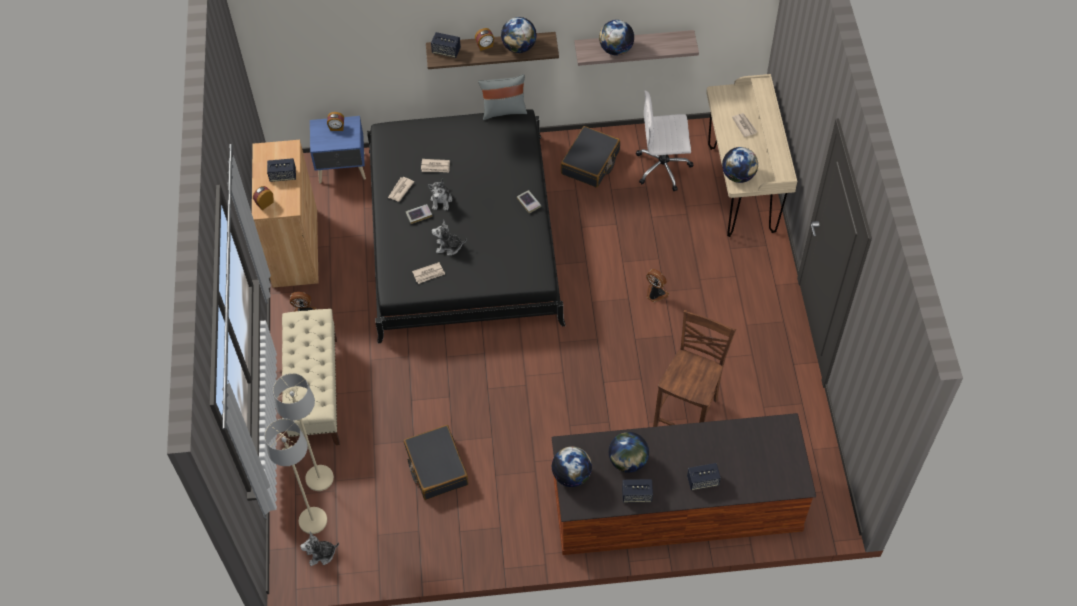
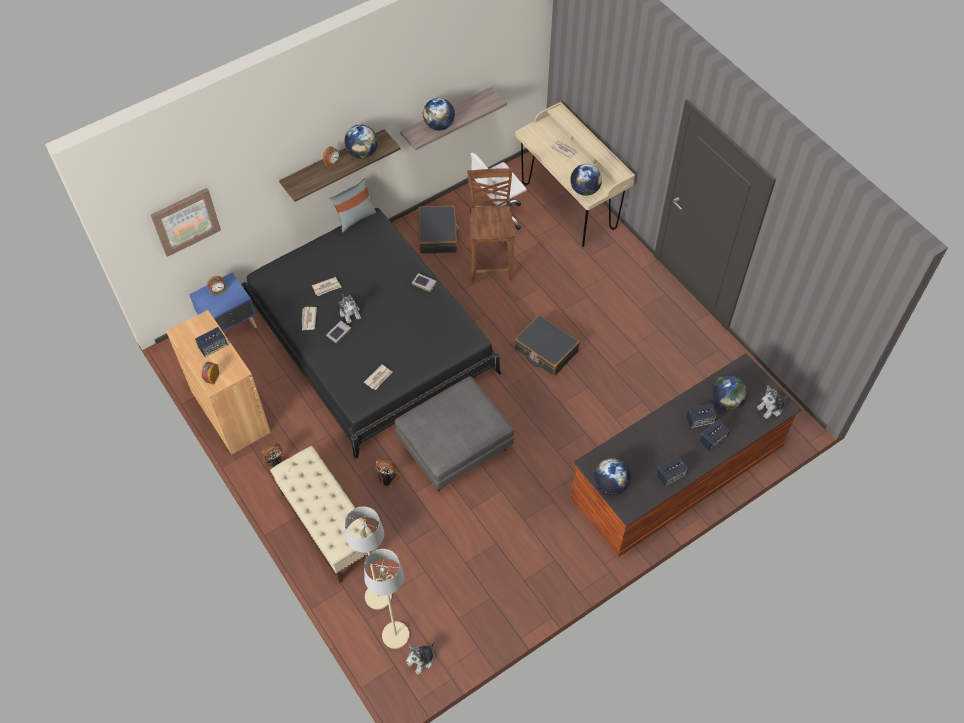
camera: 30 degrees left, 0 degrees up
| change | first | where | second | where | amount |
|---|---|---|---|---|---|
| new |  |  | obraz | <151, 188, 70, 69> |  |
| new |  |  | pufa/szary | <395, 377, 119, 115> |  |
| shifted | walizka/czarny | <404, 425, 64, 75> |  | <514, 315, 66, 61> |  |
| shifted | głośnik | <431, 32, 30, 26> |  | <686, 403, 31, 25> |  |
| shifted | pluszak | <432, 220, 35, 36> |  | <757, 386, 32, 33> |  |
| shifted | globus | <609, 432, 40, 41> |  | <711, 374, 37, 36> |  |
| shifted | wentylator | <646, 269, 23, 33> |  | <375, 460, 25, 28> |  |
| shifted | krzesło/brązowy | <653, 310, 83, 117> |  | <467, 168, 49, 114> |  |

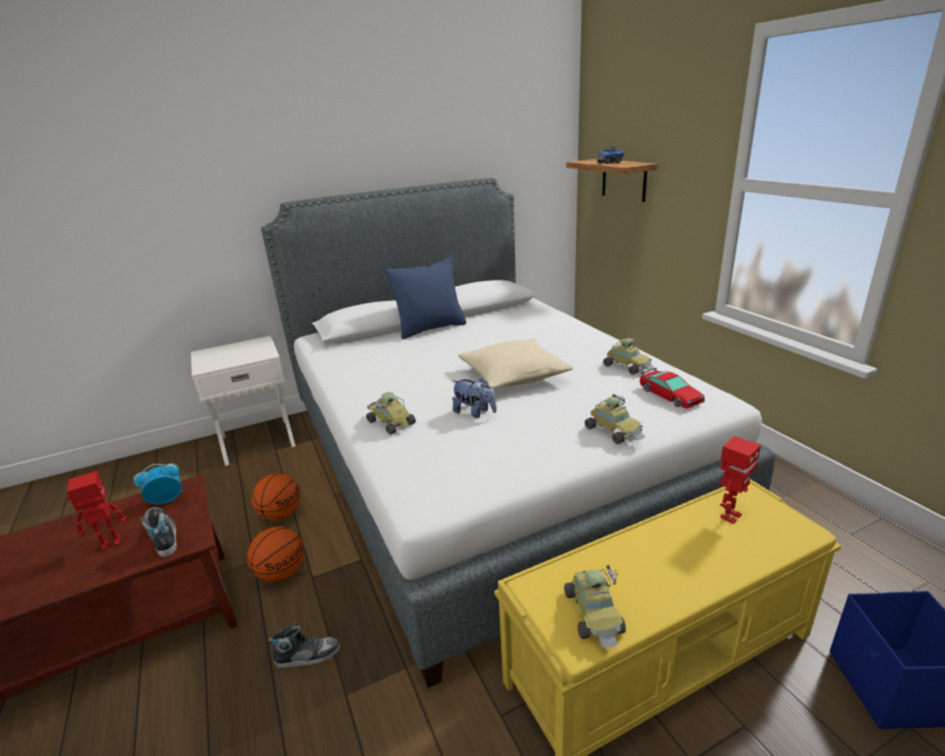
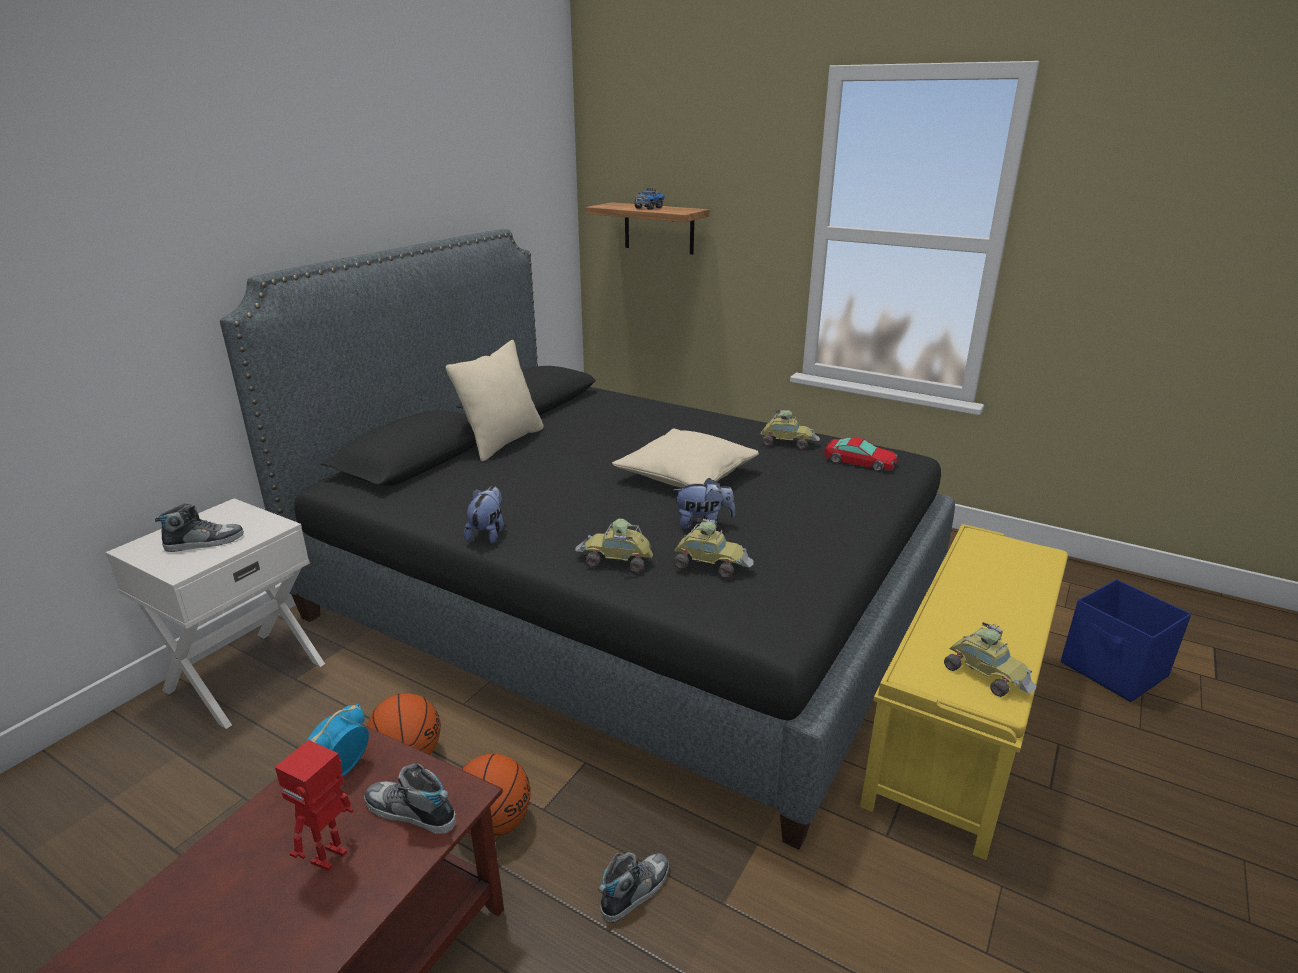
camera: 35 degrees left, 0 degrees up
| change | first | where | second | where | amount |
|---|---|---|---|---|---|
| gone | robot zabawkowy | <720, 436, 41, 88> |  |  |  |
| new |  |  | but | <155, 503, 89, 49> |  |
| new |  |  | pluszak | <464, 486, 40, 58> |  |
| shifted | samochodzik | <585, 394, 60, 50> |  | <674, 517, 80, 61> |  |
| repainted | łóżko/biały | <261, 178, 514, 510> | łóżko/czarny | <220, 229, 735, 621> |  |
| repainted | poduszka/niebieski | <386, 257, 80, 82> | poduszka/beżowy | <446, 340, 98, 122> |  |

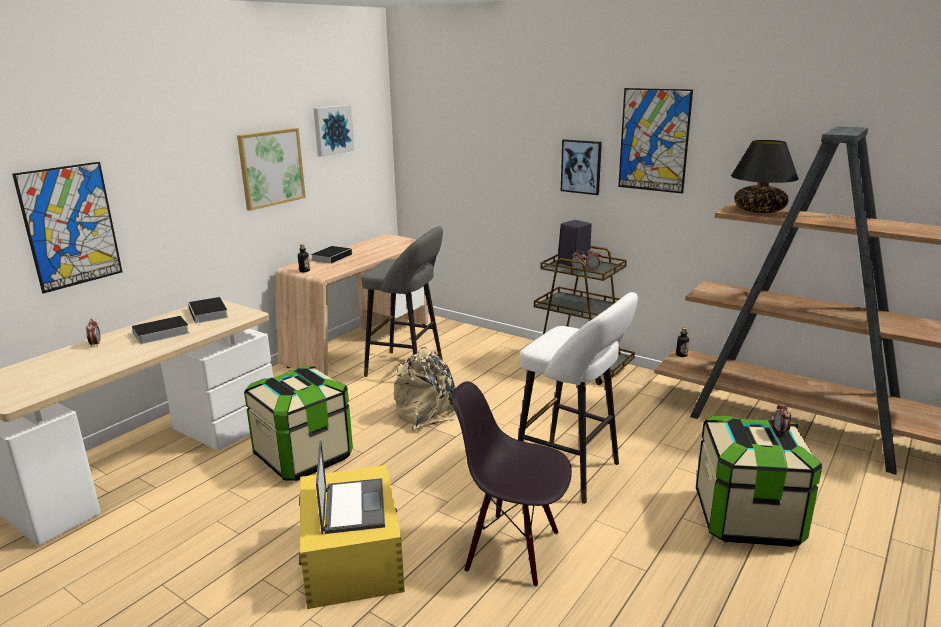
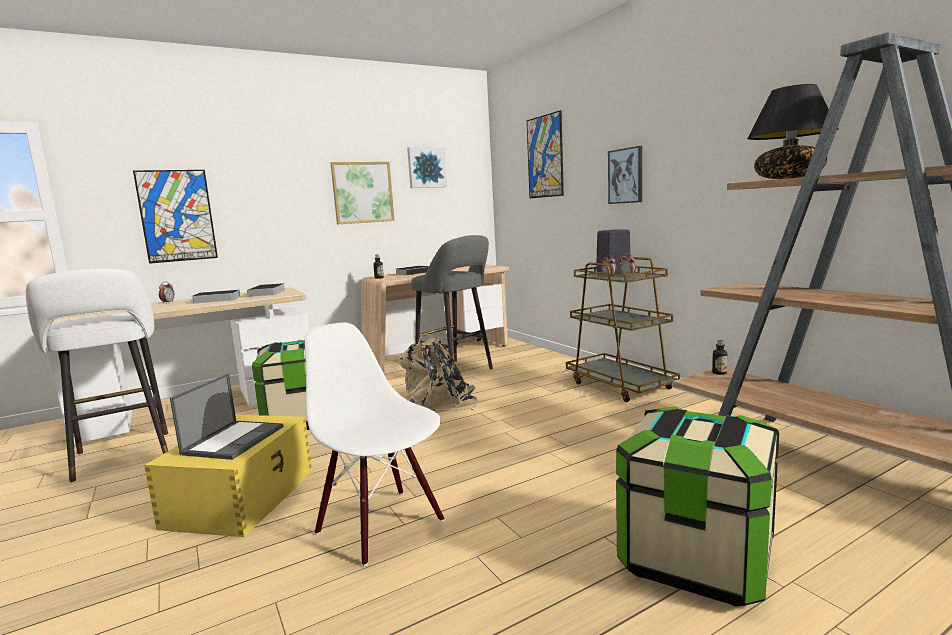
camera: 25 degrees right, 10 degrees down
| change | first | where | second | where | amount |
|---|---|---|---|---|---|
| gone | budzik | <774, 402, 17, 33> |  |  |  |
| shifted | stołek/biały | <518, 292, 120, 212> |  | <26, 269, 142, 213> |  |
| shifted | obraz | <618, 88, 75, 106> |  | <527, 110, 37, 89> |  |
| repainted | krzesło/czarny | <452, 381, 120, 206> | krzesło/biały | <304, 322, 140, 244> |  |

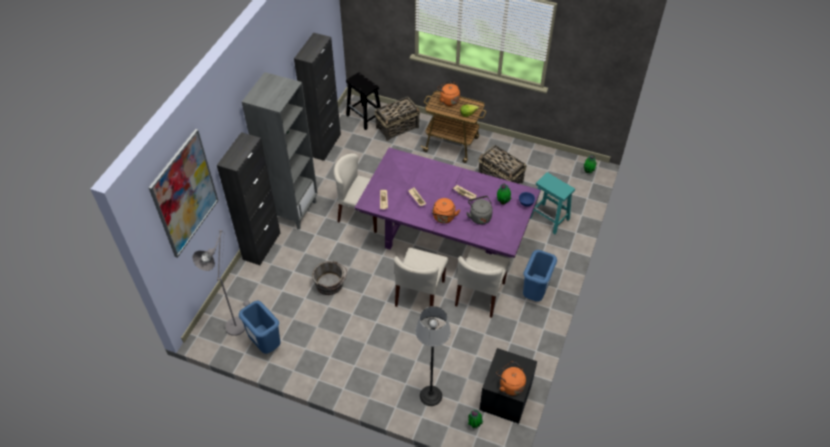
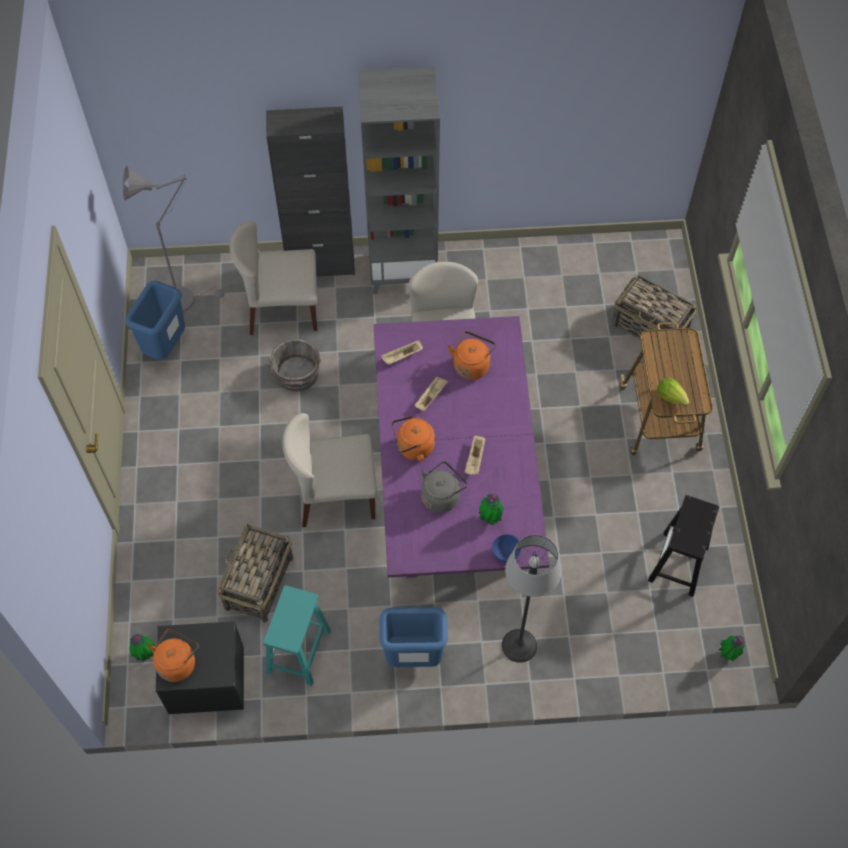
camera: 65 degrees right, 10 degrees up
| change | first | where | second | where | amount |
|---|---|---|---|---|---|
| gone | obraz | <149, 129, 70, 129> |  |  |  |
| gone | szafka/czarny | <294, 33, 47, 128> |  |  |  |
| shifted | stołek/czarny | <346, 72, 35, 58> |  | <648, 495, 71, 102> |  |
| shifted | lampa stojąca | <415, 306, 36, 100> |  | <502, 535, 59, 128> |  |
| shifted | czajnik/pomarańczowy | <437, 81, 23, 25> |  | <448, 331, 48, 49> |  |
| shifted | krzesło/beżowy | <455, 248, 56, 70> |  | <230, 221, 87, 114> |  |
| shifted | koszyk | <478, 145, 49, 39> |  | <217, 524, 76, 99> |  |
| shifted | stołek/turkusowy | <530, 172, 45, 62> |  | <263, 585, 68, 101> |  |

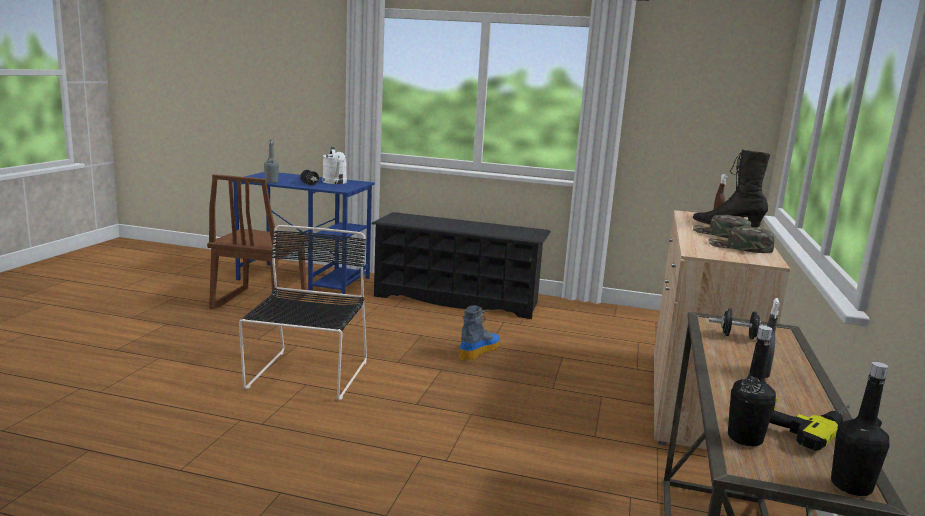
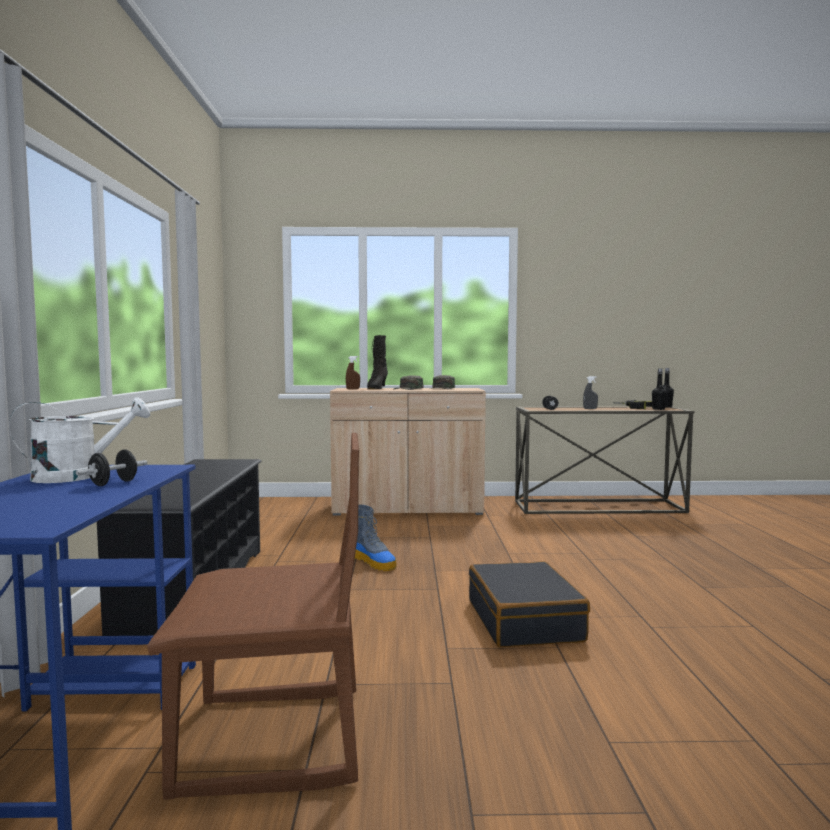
camera: 105 degrees left, 10 degrees down
| change | first | where | second | where | amount |
|---|---|---|---|---|---|
| gone | butelka/szary | <264, 139, 15, 44> |  |  |  |
| swapped | krzesło/czarny | <239, 225, 128, 175> | walizka/czarny | <469, 561, 121, 86> |  |
| rotated | but z cholewką | <459, 305, 41, 56> |  | <355, 504, 42, 67> | 150 degrees counterclockwise |

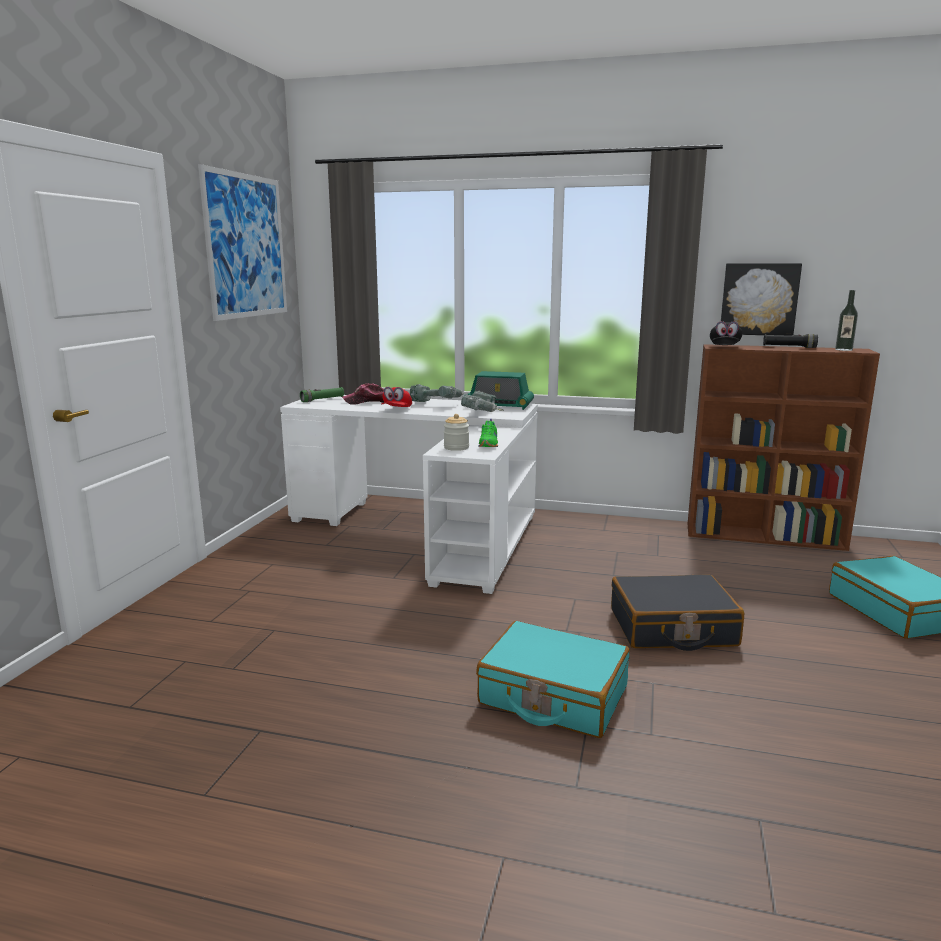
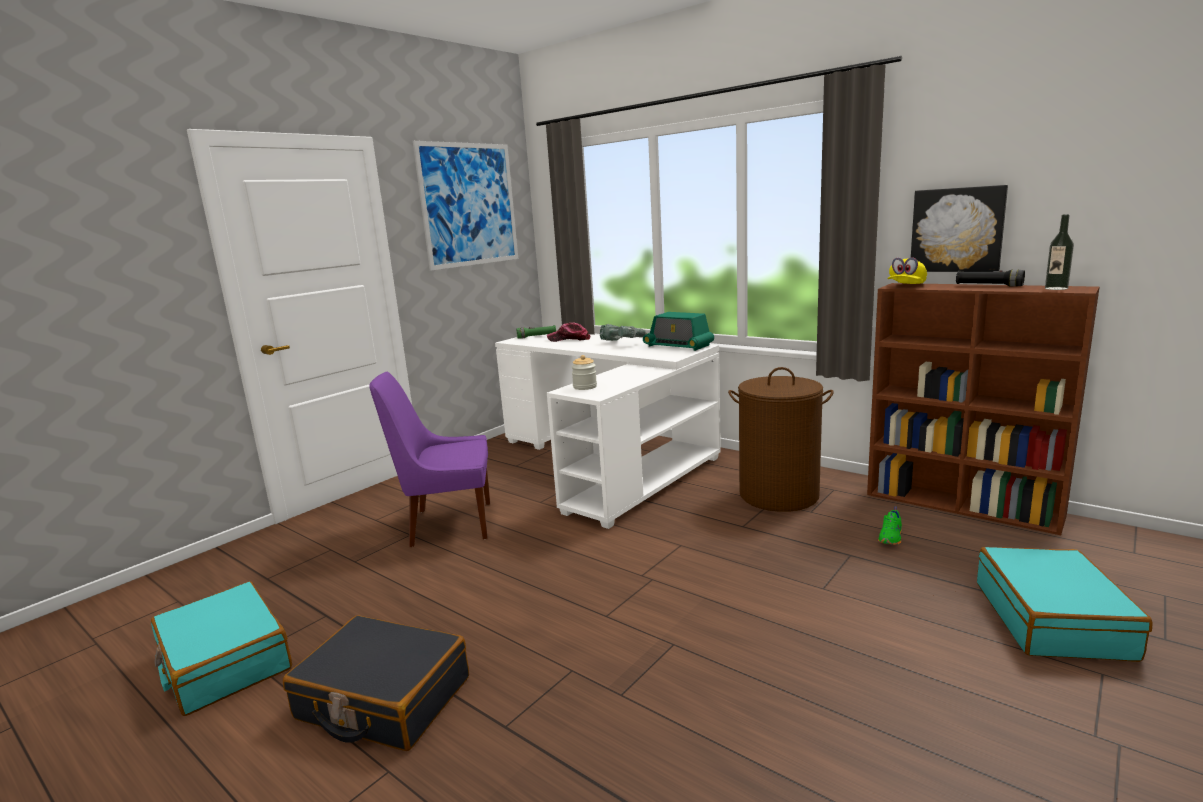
camera: 25 degrees right, 0 degrees up
| change | first | where | second | where | amount |
|---|---|---|---|---|---|
| gone | czapka z daszkiem/czerwony | <381, 387, 31, 20> |  |  |  |
| gone | wiertarka | <461, 391, 43, 21> |  |  |  |
| new |  |  | krzesło/fioletowy | <369, 372, 121, 175> |  |
| new |  |  | kosz na pranie/brązowy | <728, 367, 106, 145> |  |
| shifted | walizka/turkusowy | <476, 621, 154, 117> |  | <151, 581, 141, 135> |  |
| shifted | but/zielony | <478, 419, 20, 28> |  | <878, 507, 24, 38> |  |
| shifted | walizka/czarny | <611, 575, 133, 76> |  | <283, 615, 186, 136> |  |
| repainted | czapka z daszkiem/czarny | <710, 321, 32, 24> | czapka z daszkiem/żółty | <887, 257, 40, 27> |  |

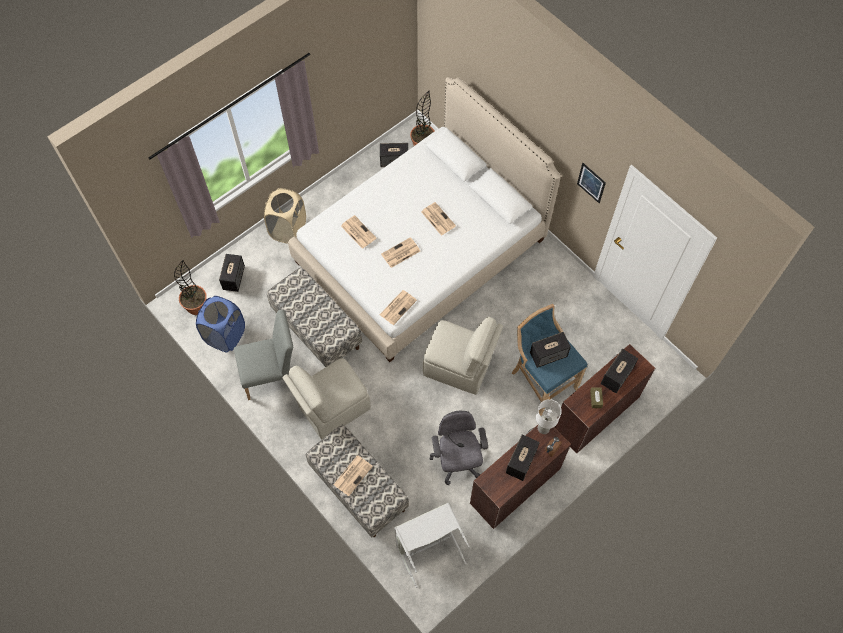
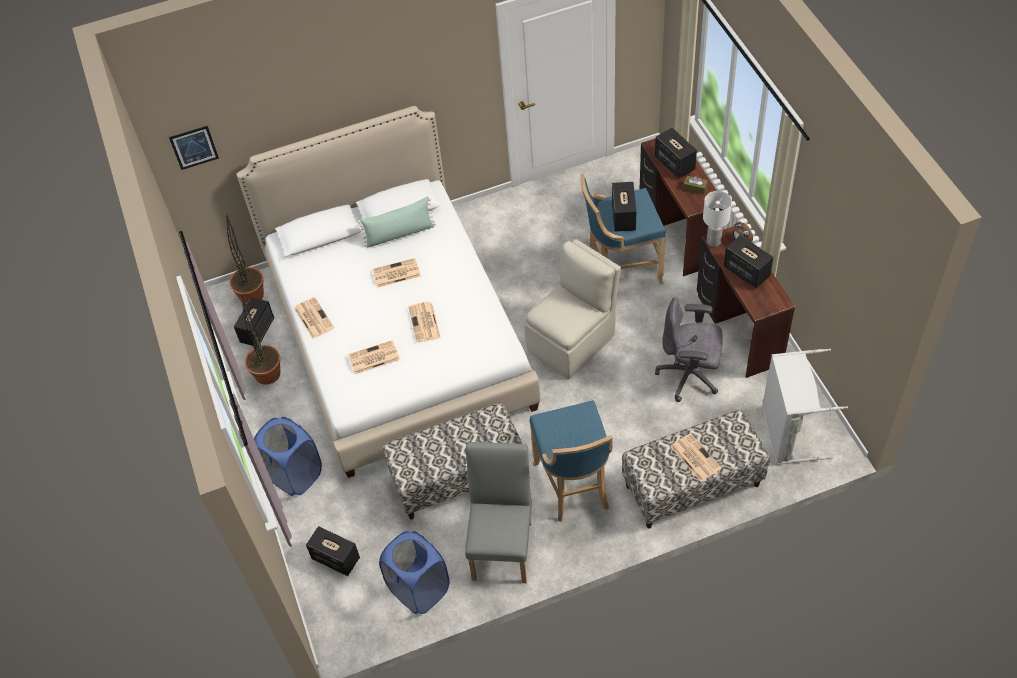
camera: 65 degrees left, 10 degrees down
| change | first | where | second | where | amount |
|---|---|---|---|---|---|
| new |  |  | poduszka/zielony | <358, 197, 78, 50> |  |
| shifted | roślina doniczkowa | <174, 260, 33, 55> |  | <242, 295, 38, 90> |  |
| shifted | gazeta | <379, 290, 38, 35> |  | <294, 297, 40, 42> |  |
| shifted | obraz | <577, 163, 29, 40> |  | <169, 126, 50, 44> |  |
| swapped | krzesło/beżowy | <282, 358, 89, 81> | stołek/niebieski | <530, 400, 83, 122> |  |
| repainted | kosz na pranie/beżowy | <264, 188, 42, 56> | kosz na pranie/niebieski | <254, 417, 68, 79> |  |

